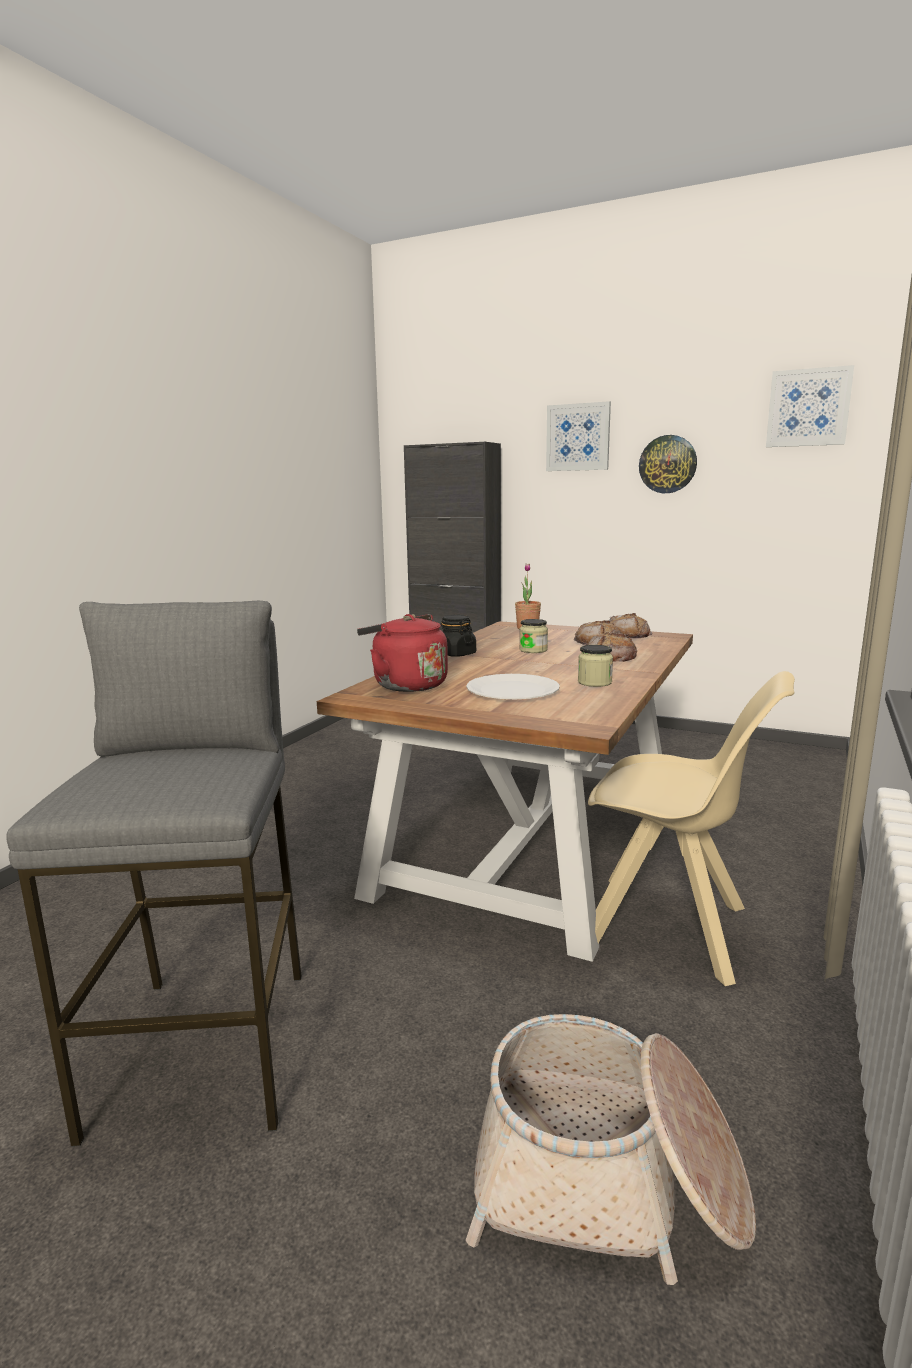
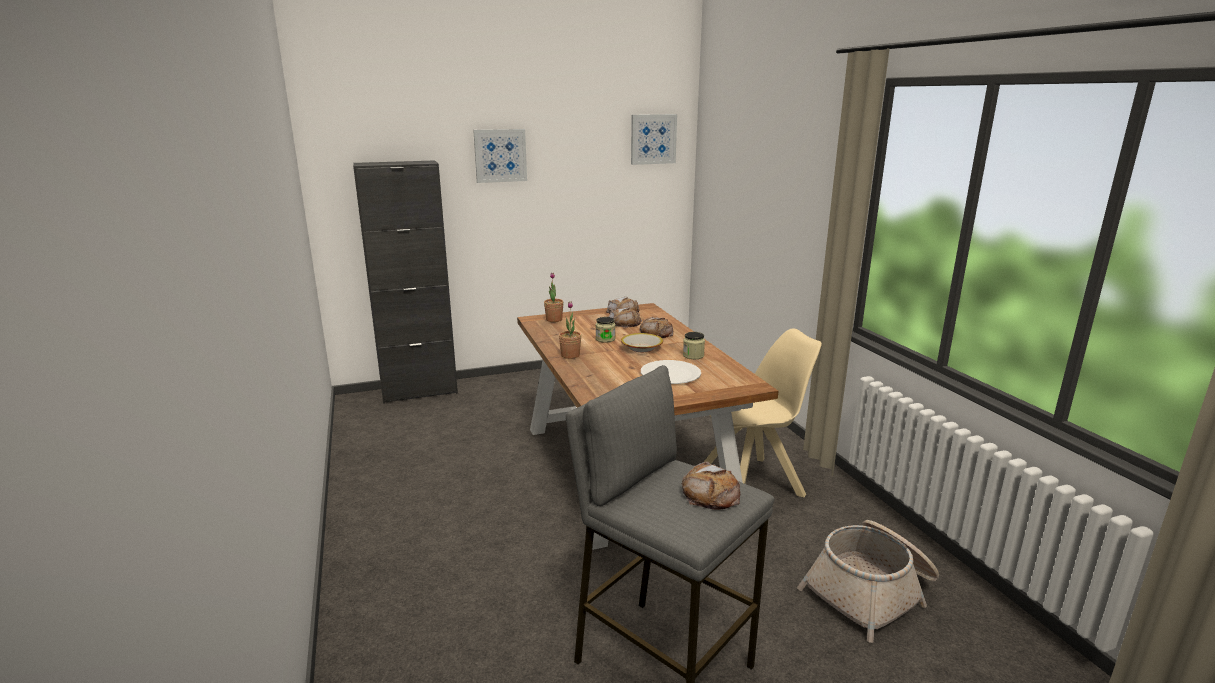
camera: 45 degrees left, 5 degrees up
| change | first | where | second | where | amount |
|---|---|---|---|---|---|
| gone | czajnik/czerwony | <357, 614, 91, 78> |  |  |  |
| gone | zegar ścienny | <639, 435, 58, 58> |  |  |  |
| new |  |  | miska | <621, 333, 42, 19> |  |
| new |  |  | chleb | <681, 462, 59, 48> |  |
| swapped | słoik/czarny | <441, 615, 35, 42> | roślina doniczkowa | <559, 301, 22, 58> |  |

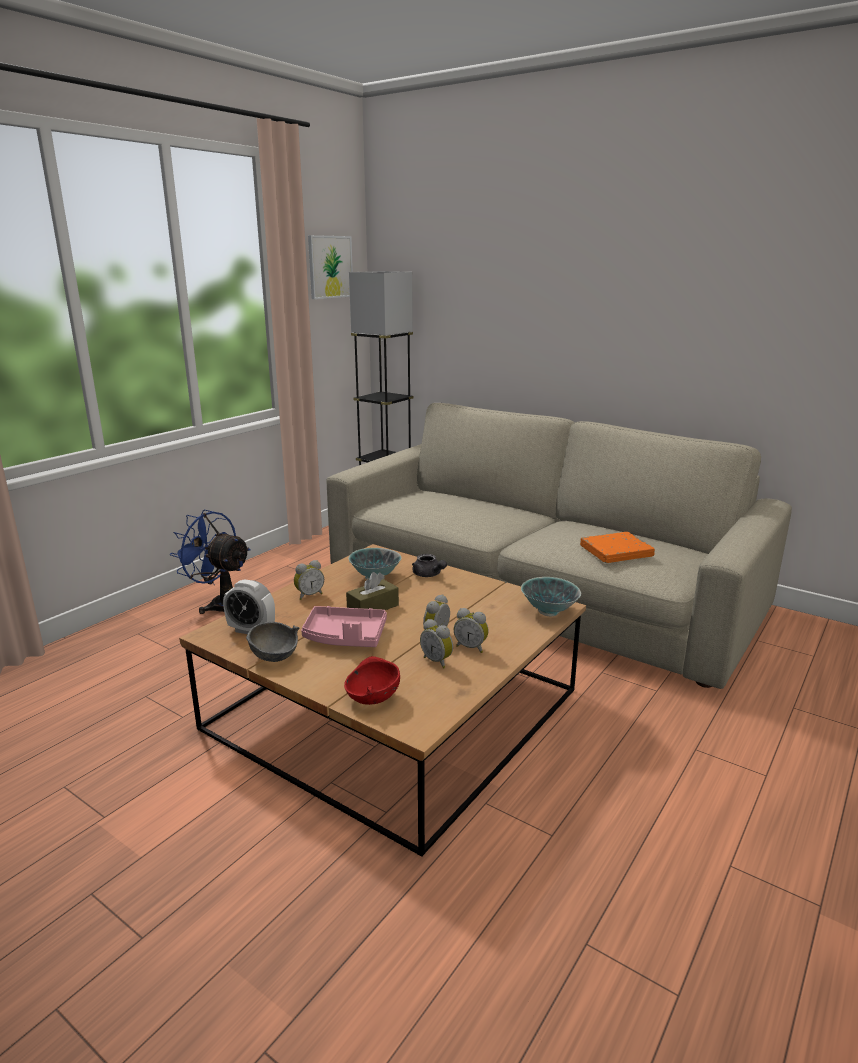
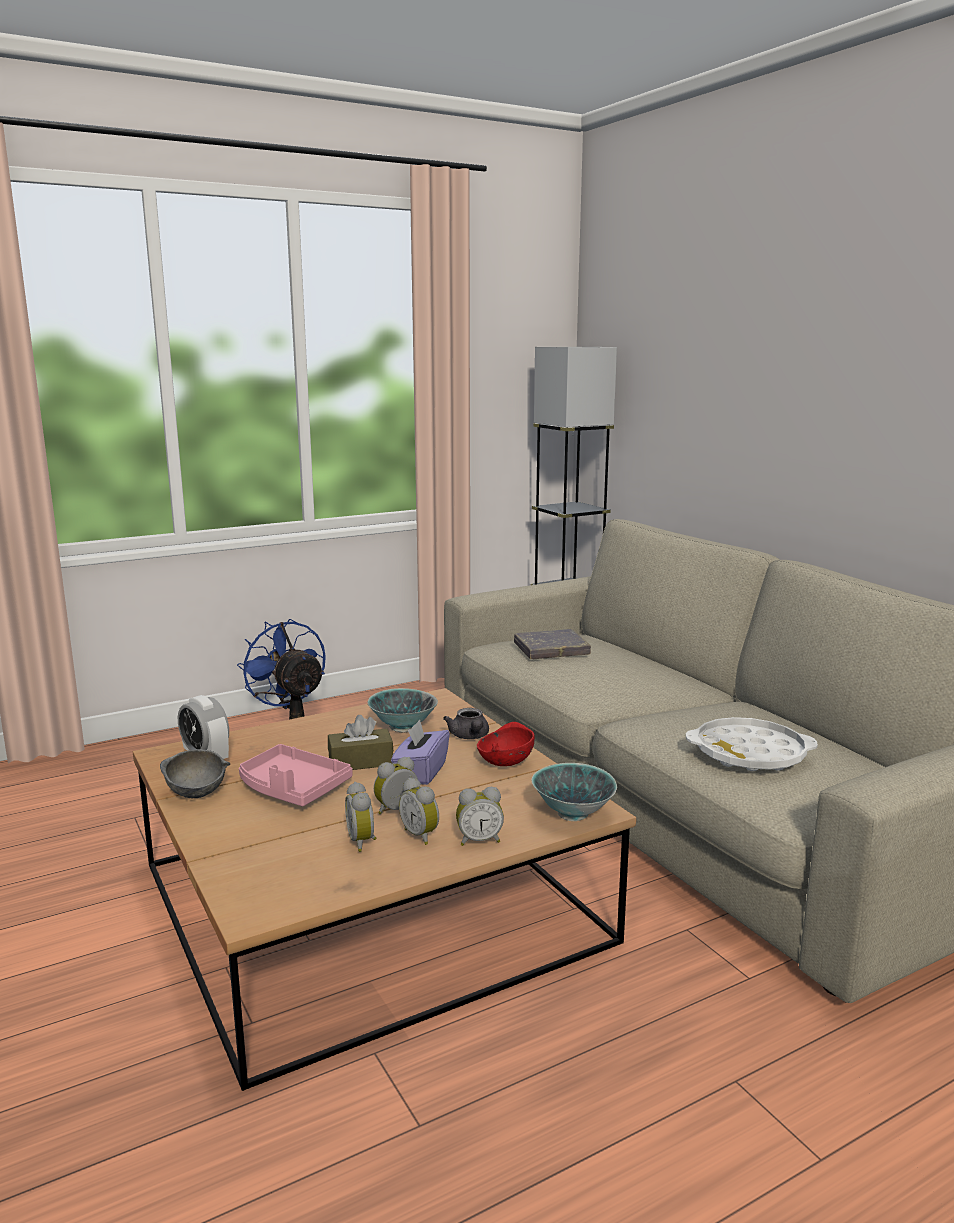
camera: 25 degrees right, 5 degrees down
| change | first | where | second | where | amount |
|---|---|---|---|---|---|
| gone | obraz | <308, 235, 45, 64> |  |  |  |
| new |  |  | pudełko chusteczek/fioletowy | <391, 720, 59, 65> |  |
| new |  |  | książka/szary | <514, 629, 77, 30> |  |
| shifted | budzik | <294, 560, 30, 40> |  | <456, 787, 48, 59> |  |
| shifted | miska/czerwony | <344, 656, 56, 49> |  | <477, 722, 58, 44> |  |
| swapped | książka/pomarańczowy | <580, 532, 75, 31> | taca/biały | <686, 717, 132, 54> |  |

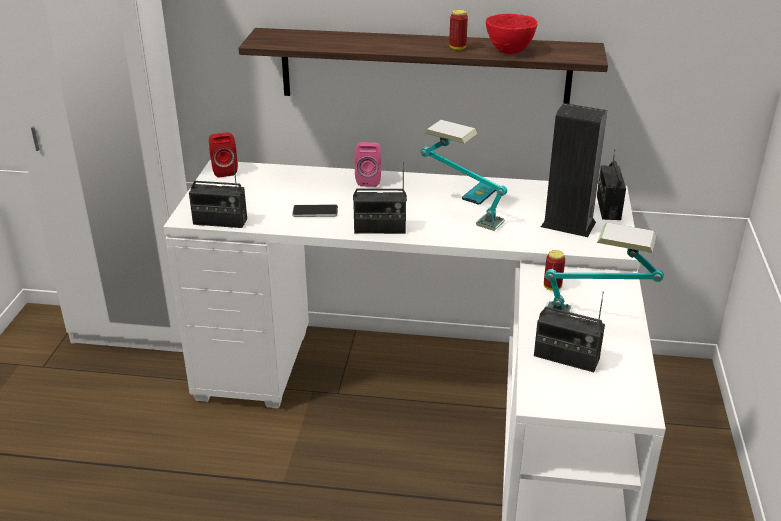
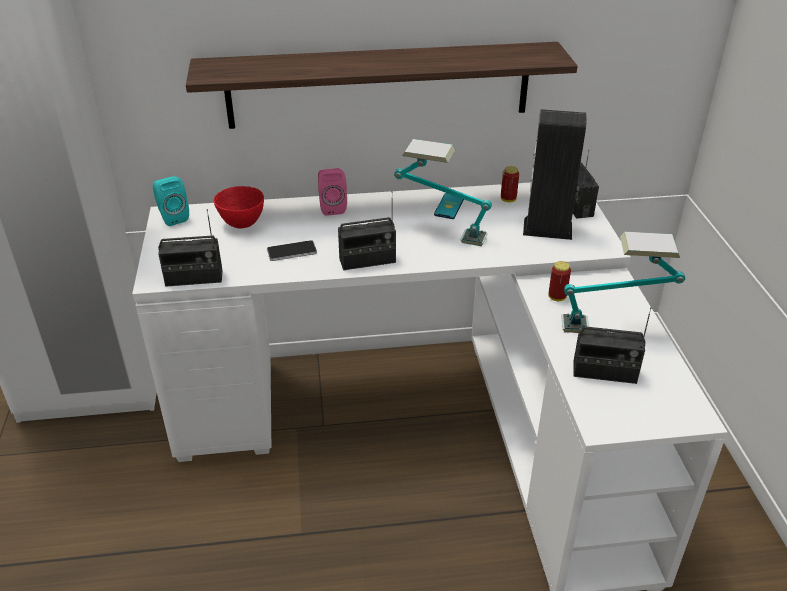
camera: 15 degrees left, 5 degrees up
| change | first | where | second | where | amount |
|---|---|---|---|---|---|
| shifted | puszka | <449, 10, 19, 40> |  | <501, 166, 18, 36> |  |
| shifted | miska/czerwony | <486, 14, 52, 40> |  | <214, 186, 50, 43> |  |
| repainted | głośnik/czerwony | <209, 133, 29, 45> | głośnik/turkusowy | <153, 176, 36, 50> |  |

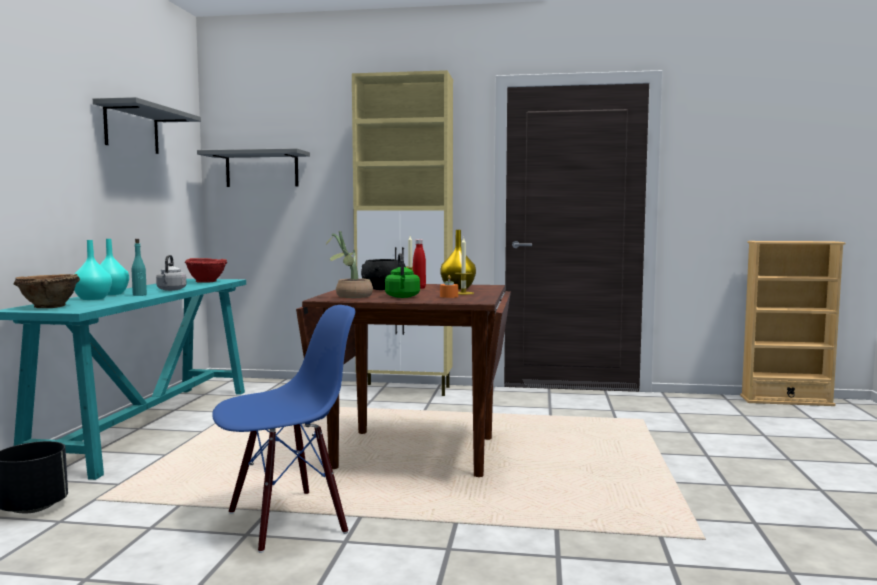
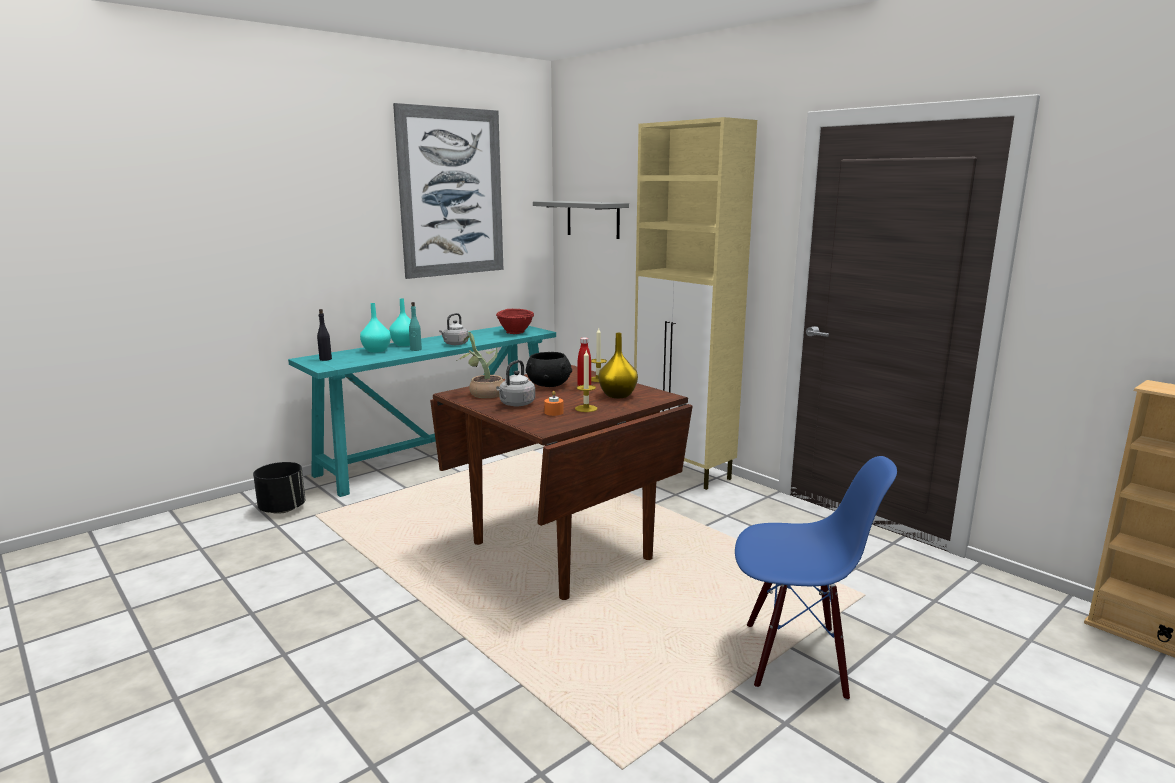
camera: 40 degrees right, 10 degrees up
| change | first | where | second | where | amount |
|---|---|---|---|---|---|
| shifted | krzesło/niebieski | <212, 305, 143, 248> |  | <735, 456, 162, 245> |  |
| swapped | miska/brązowy | <13, 274, 67, 34> | butelka/czarny | <317, 309, 15, 52> |  |
| swapped | półka/szary | <93, 97, 108, 57> | obraz | <393, 103, 110, 176> |  |
| repainted | czajnik/zielony | <385, 253, 35, 45> | czajnik/szary | <496, 360, 39, 47> |  |

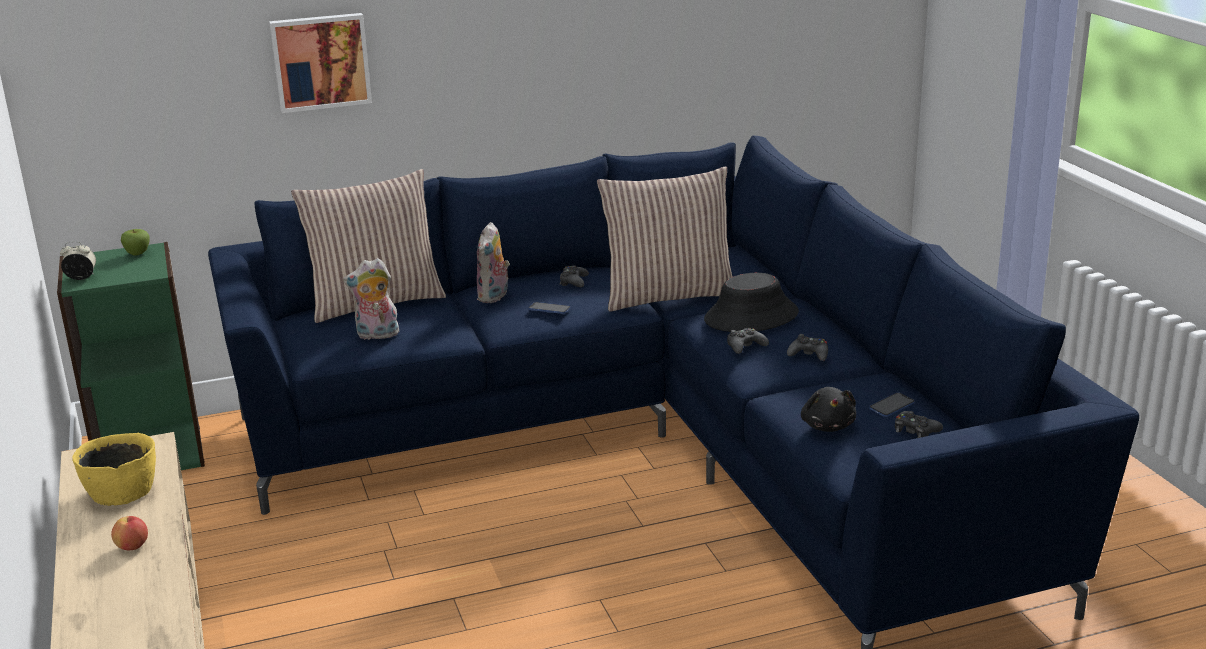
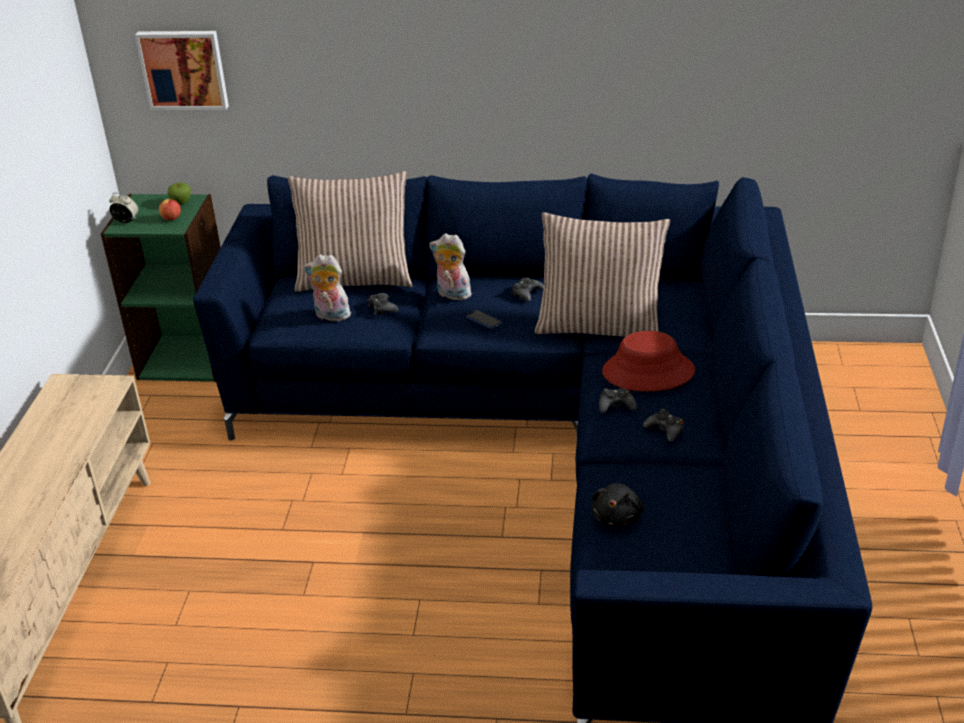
camera: 25 degrees right, 10 degrees up
| change | first | where | second | where | amount |
|---|---|---|---|---|---|
| gone | miska/żółty | <72, 433, 84, 73> |  |  |  |
| gone | telefon | <869, 392, 46, 25> |  |  |  |
| shifted | jabłko | <111, 516, 37, 34> |  | <159, 199, 22, 22> |  |
| shifted | obraz | <269, 13, 103, 100> |  | <135, 31, 94, 79> |  |
| shifted | pad do gier/czarny | <895, 411, 48, 27> |  | <368, 293, 31, 22> |  |
| repainted | kapelusz/czarny | <704, 273, 95, 59> | kapelusz/czerwony | <602, 331, 93, 61> |  |
| rotated | pluszak | <477, 222, 33, 81> |  | <430, 233, 41, 67> | 75 degrees clockwise |

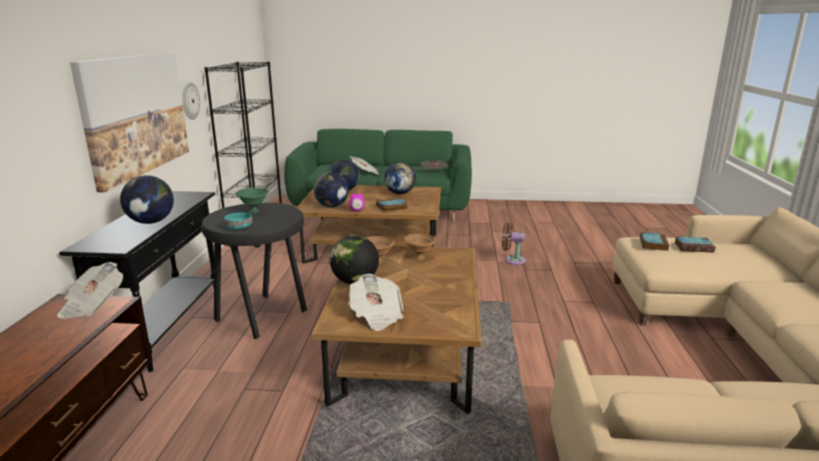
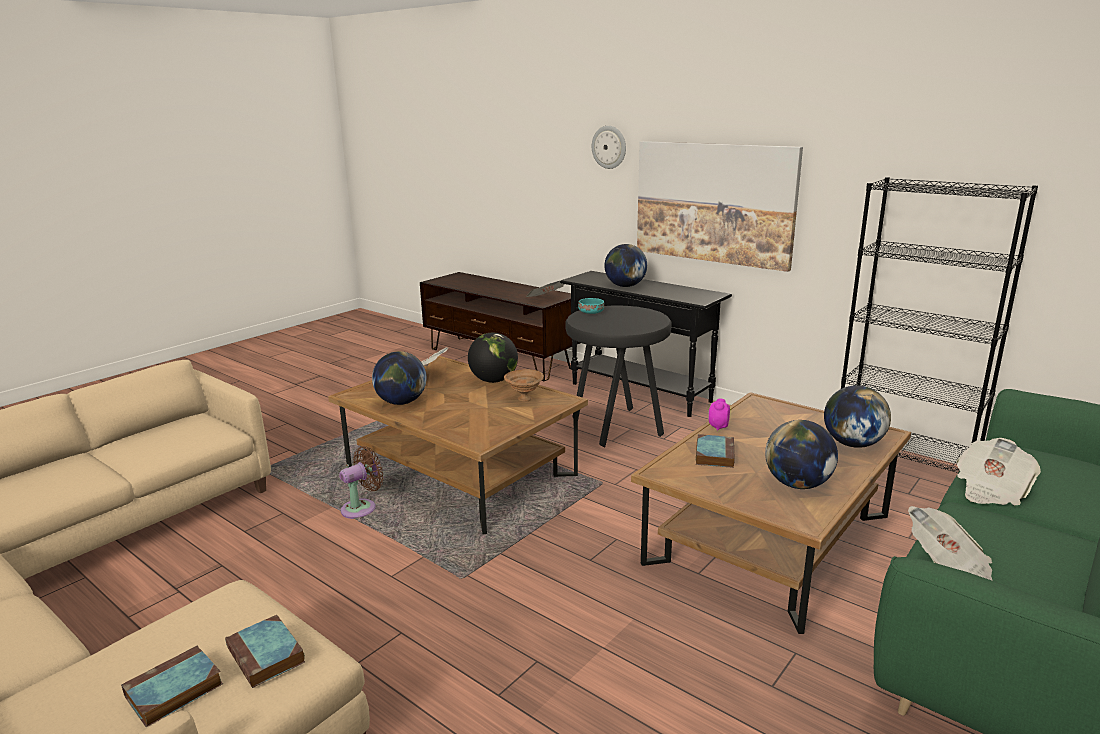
camera: 125 degrees right, 0 degrees up
| change | first | where | second | where | amount |
|---|---|---|---|---|---|
| gone | miska/zielony | <236, 188, 33, 25> |  |  |  |
| gone | miska/brązowy | <403, 233, 33, 28> |  |  |  |
| shifted | zegar ścienny | <183, 82, 17, 38> |  | <592, 126, 34, 43> |  |
| shifted | globus | <314, 173, 34, 34> |  | <372, 351, 55, 54> |  |
| shifted | wentylator/brązowy | <502, 223, 24, 42> |  | <339, 446, 44, 73> |  |

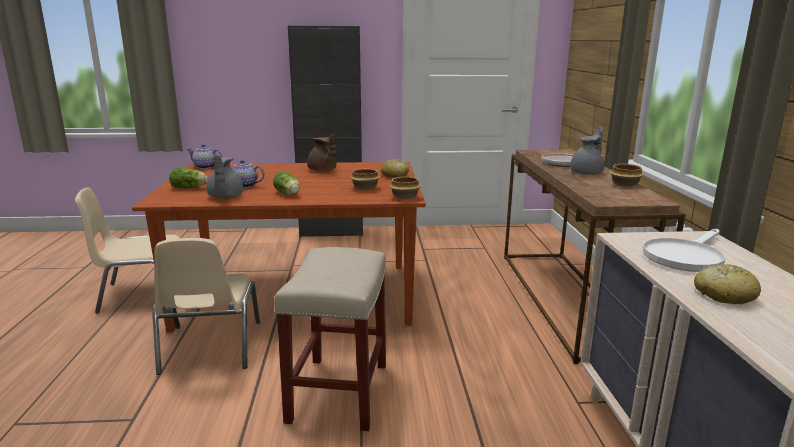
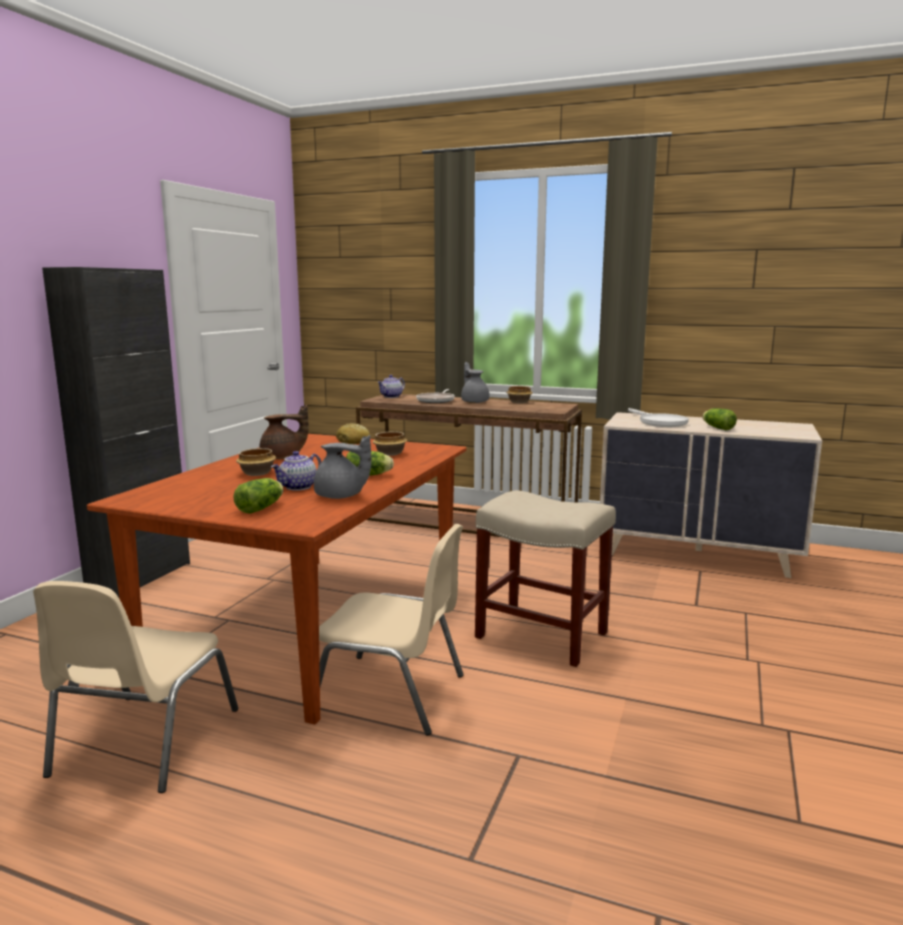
camera: 65 degrees left, 5 degrees down
| change | first | where | second | where | amount |
|---|---|---|---|---|---|
| shifted | imbryk | <187, 144, 35, 25> |  | <377, 375, 28, 23> |  |
| shifted | miska | <389, 177, 32, 23> |  | <236, 448, 40, 28> |  |
| swapped | chleb | <694, 264, 67, 40> | sałata | <702, 408, 35, 22> |  |

